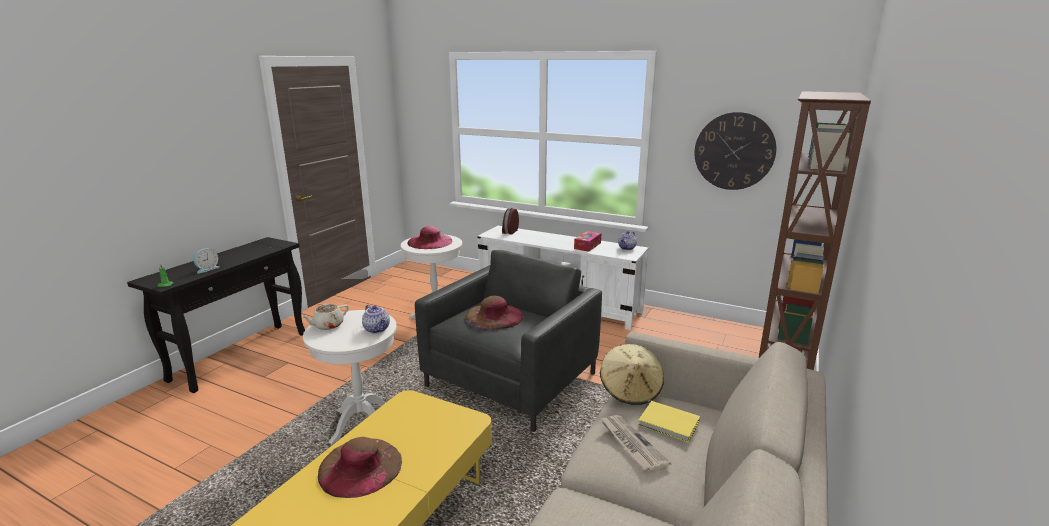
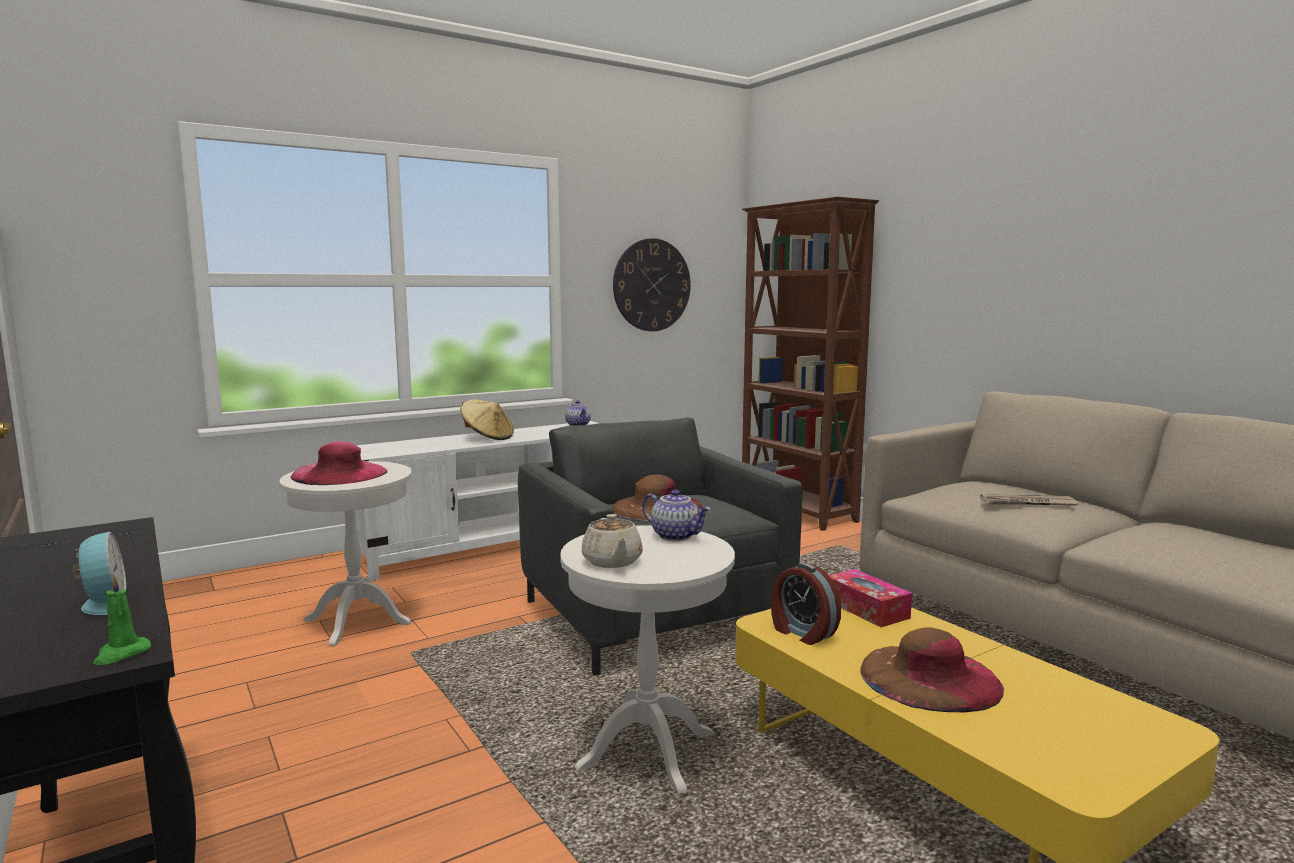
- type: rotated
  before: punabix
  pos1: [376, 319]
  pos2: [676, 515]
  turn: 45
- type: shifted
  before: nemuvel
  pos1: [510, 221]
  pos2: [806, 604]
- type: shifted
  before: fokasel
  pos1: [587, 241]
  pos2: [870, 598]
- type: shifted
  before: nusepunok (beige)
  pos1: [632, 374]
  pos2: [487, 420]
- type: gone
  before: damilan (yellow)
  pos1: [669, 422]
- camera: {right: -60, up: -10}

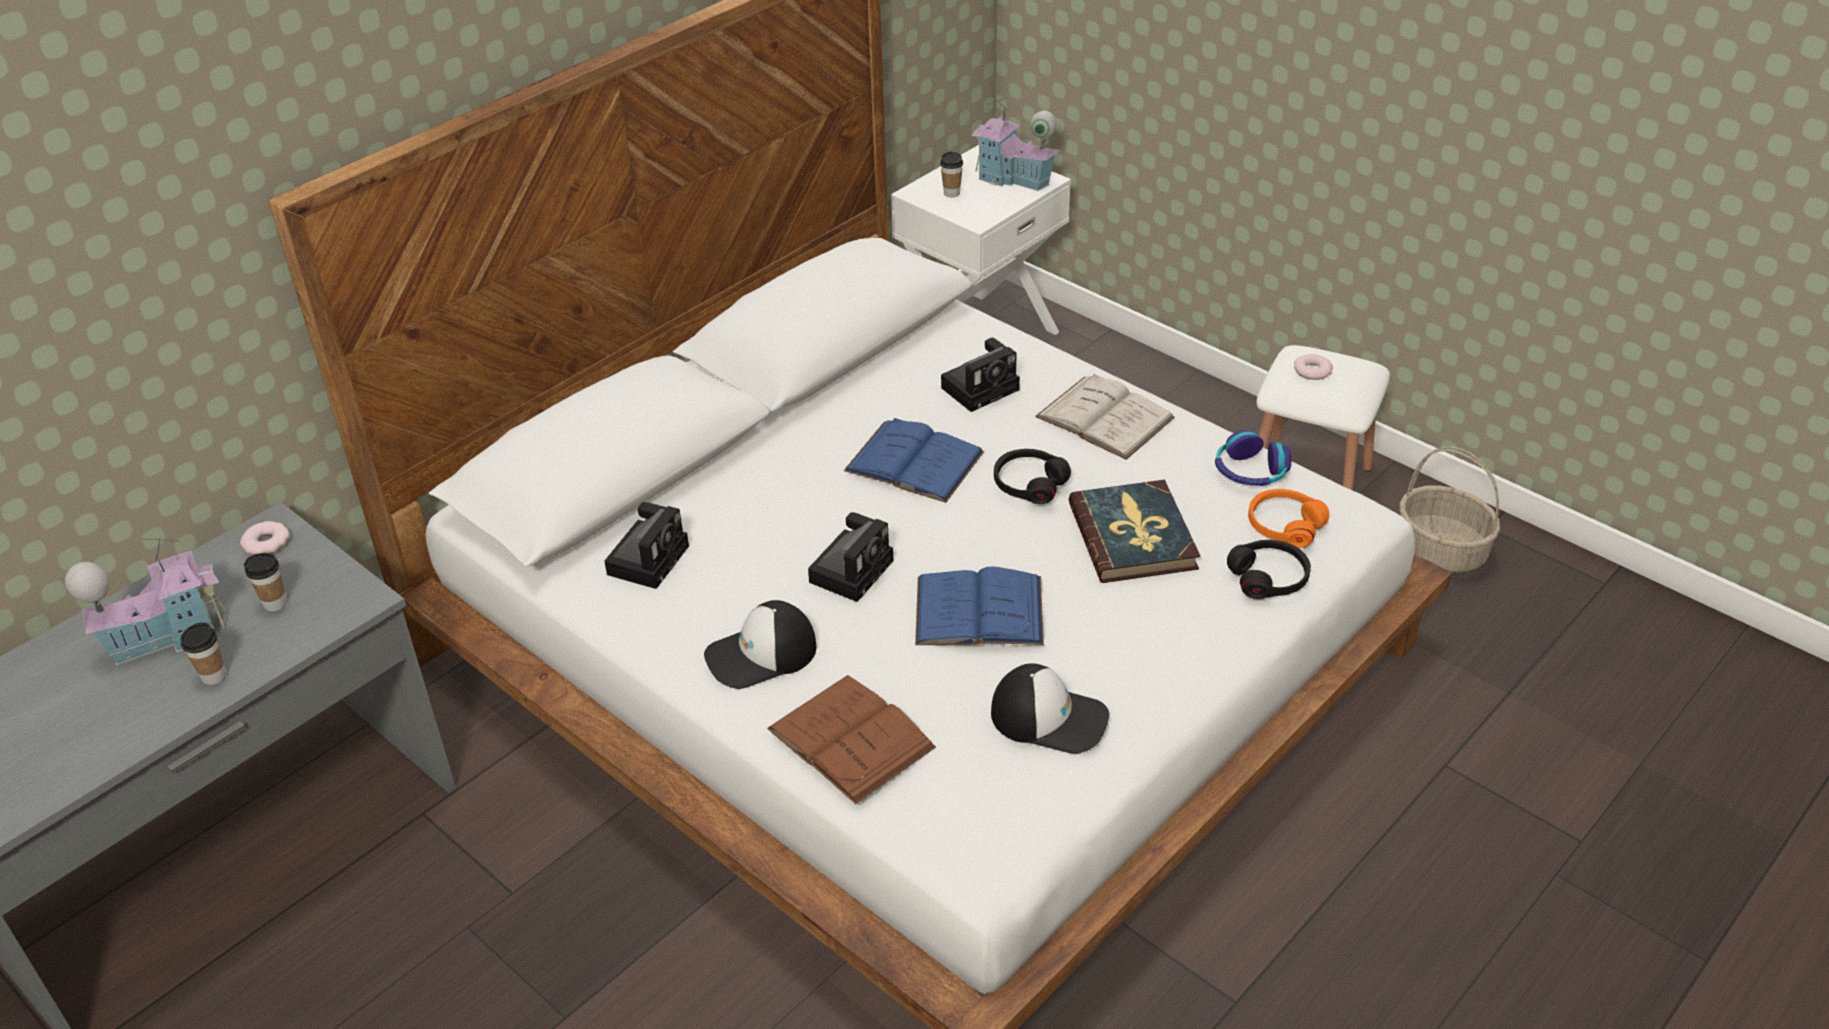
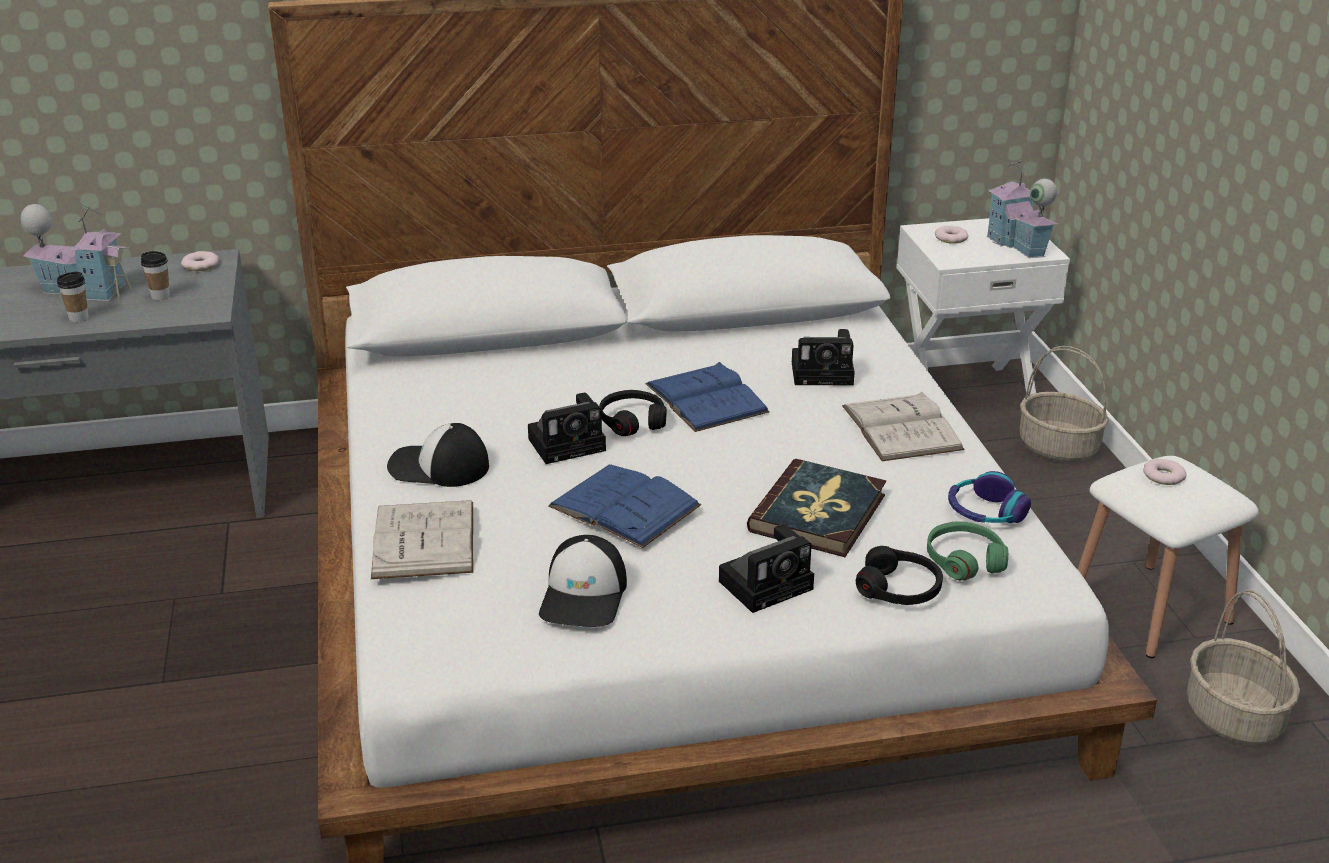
- type: shifted
  before: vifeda
  pos1: [646, 545]
  pos2: [766, 568]
- type: repainted
  before: damilan (brown)
  after: damilan (white)
  pos1: [851, 740]
  pos2: [422, 539]
- type: swapped
  before: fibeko
  after: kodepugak
  pos1: [951, 174]
  pos2: [951, 235]
- type: rotated
  before: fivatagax
  pos1: [1050, 708]
  pos2: [583, 581]
  turn: 45
- type: shifted
  before: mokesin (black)
  pos1: [1032, 476]
  pos2: [633, 413]
- type: repainted
  before: mokesin (orange)
  after: mokesin (green)
  pos1: [1288, 518]
  pos2: [967, 550]
- type: new
  after: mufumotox
  pos2: [1064, 404]
- camera: {right: 35, up: -10}

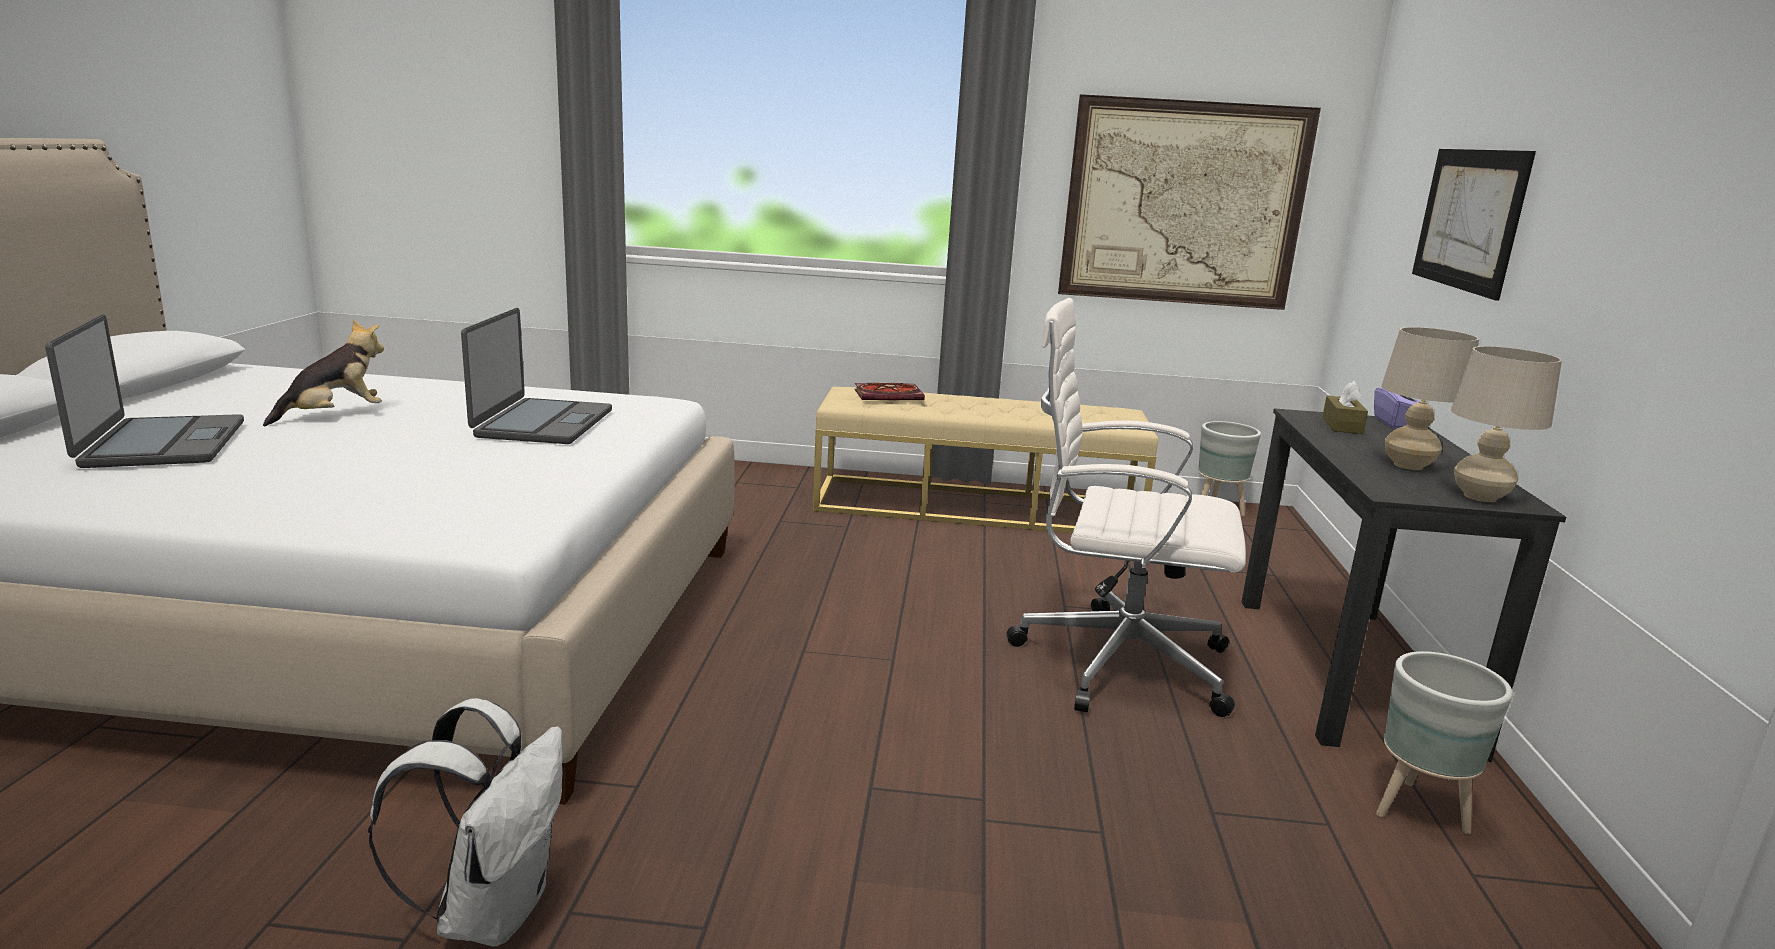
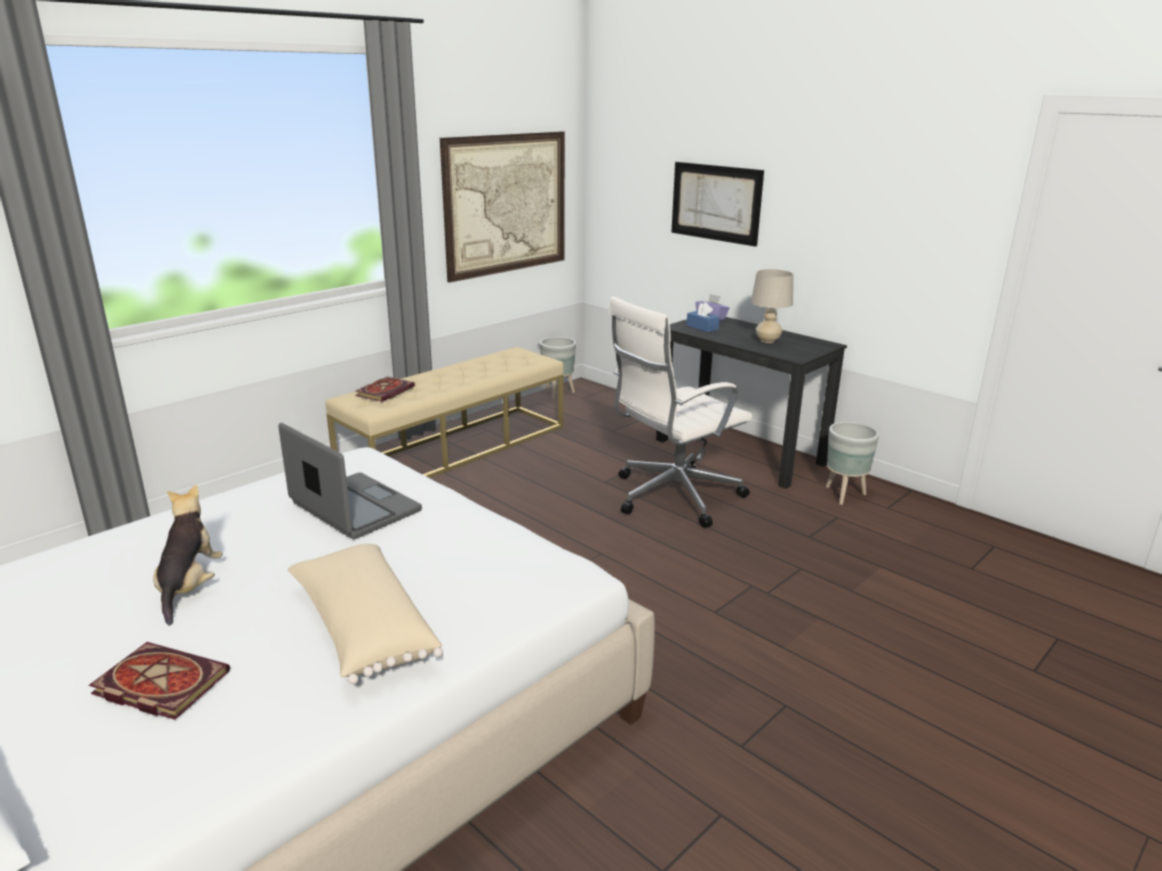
- type: swapped
  before: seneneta
  after: damilan
  pos1: [144, 391]
  pos2: [159, 681]
- type: gone
  before: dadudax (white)
  pos1: [465, 822]
- type: repainted
  before: fokasel (brown)
  after: fokasel (blue)
  pos1: [1345, 407]
  pos2: [703, 317]
- type: gone
  before: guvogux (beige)
  pos1: [1506, 424]
- type: new
  after: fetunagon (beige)
  pos2: [365, 614]
- camera: {right: -50, up: 5}

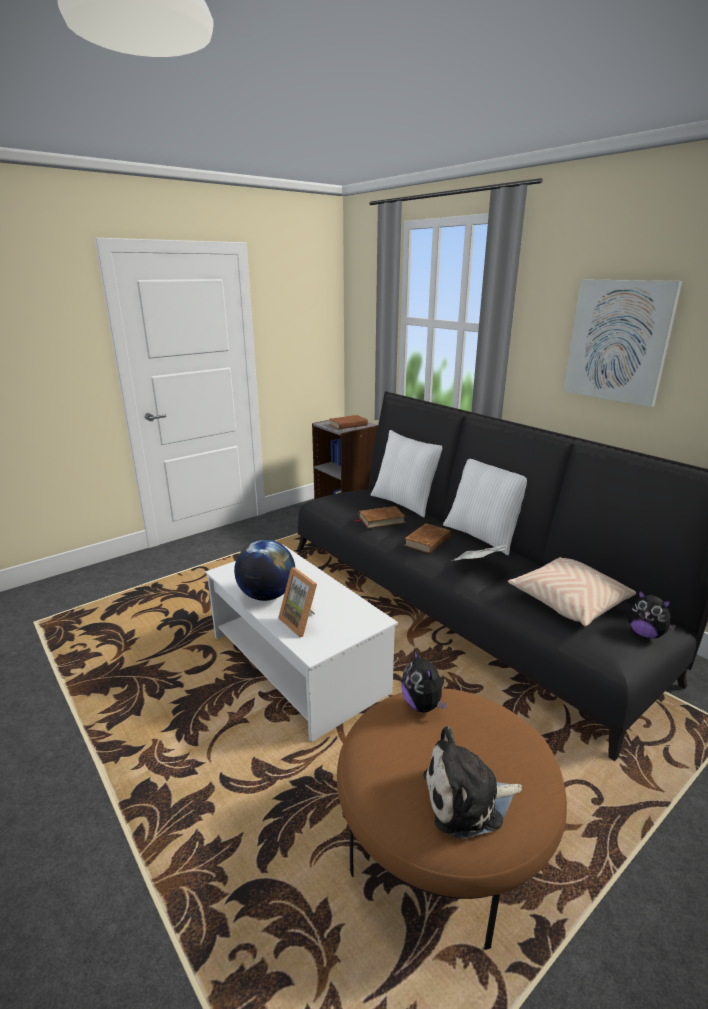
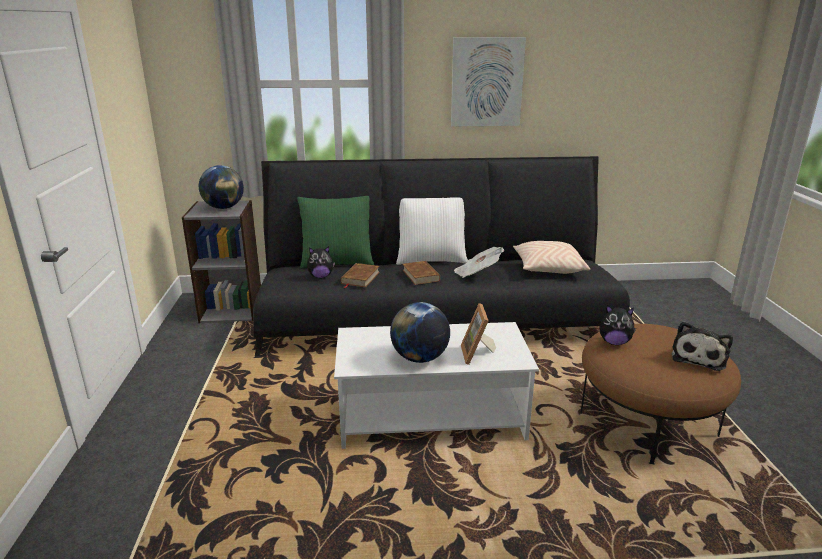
- type: rotated
  before: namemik
  pos1: [297, 602]
  pos2: [478, 334]
  turn: 90
- type: swapped
  before: damilan (brown)
  after: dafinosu
  pos1: [349, 422]
  pos2: [221, 187]
- type: repainted
  before: fetunagon (white)
  after: fetunagon (green)
  pos1: [406, 473]
  pos2: [335, 232]
- type: shifted
  before: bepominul
  pos1: [652, 614]
  pos2: [321, 262]
- camera: {right: -55, up: 0}

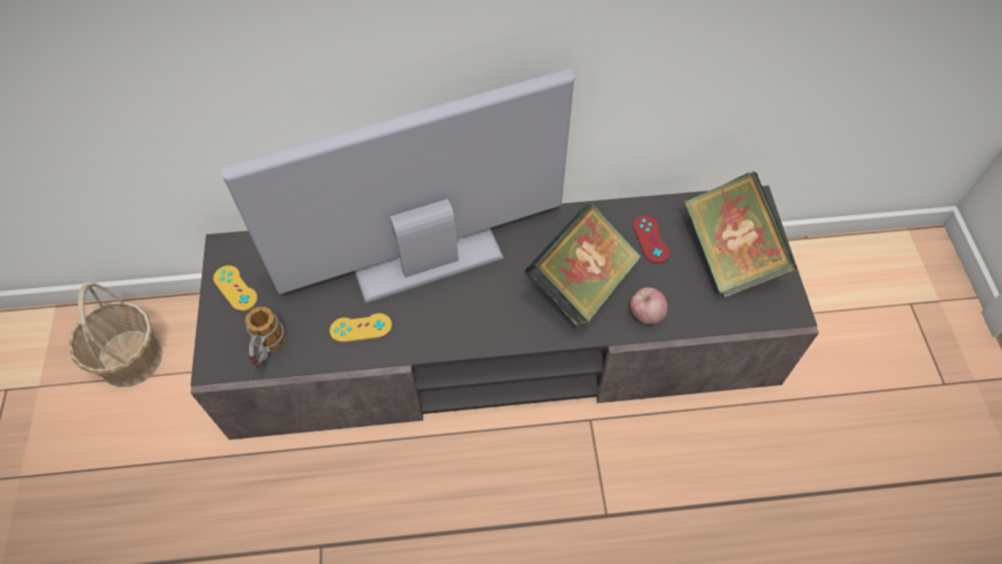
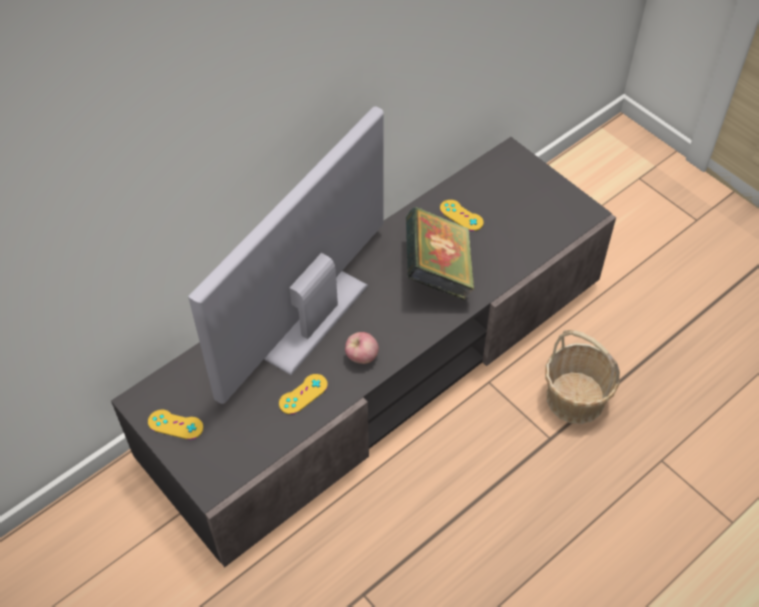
- type: shifted
  before: mufumotox
  pos1: [115, 335]
  pos2: [582, 377]
- type: gone
  before: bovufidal
  pos1: [265, 338]
- type: shifted
  before: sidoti
  pos1: [649, 306]
  pos2: [362, 348]
- type: repainted
  before: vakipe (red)
  after: vakipe (yellow)
  pos1: [651, 239]
  pos2: [462, 215]
- type: gone
  before: damilan
  pos1: [740, 234]
- camera: {right: -35, up: -5}

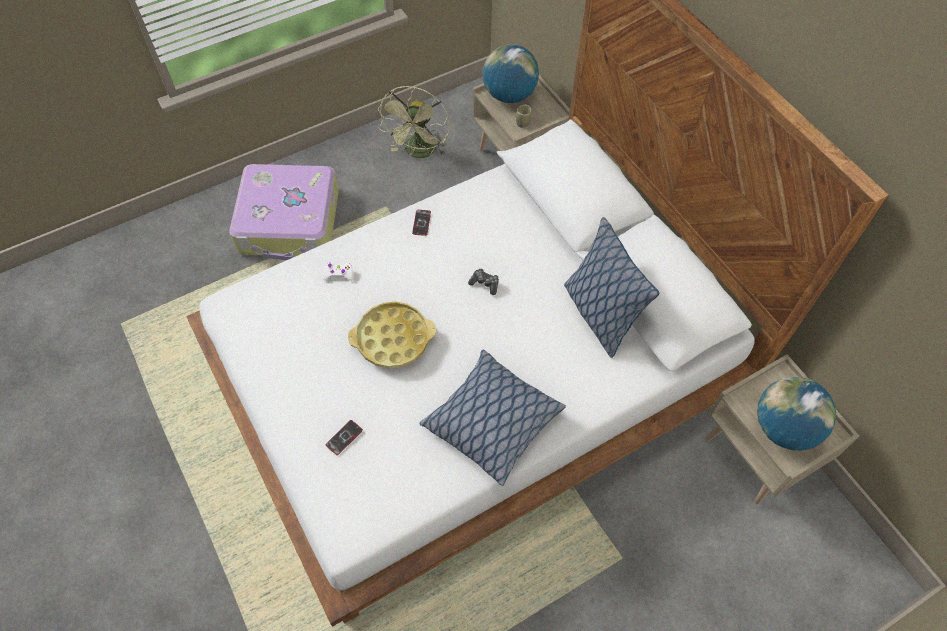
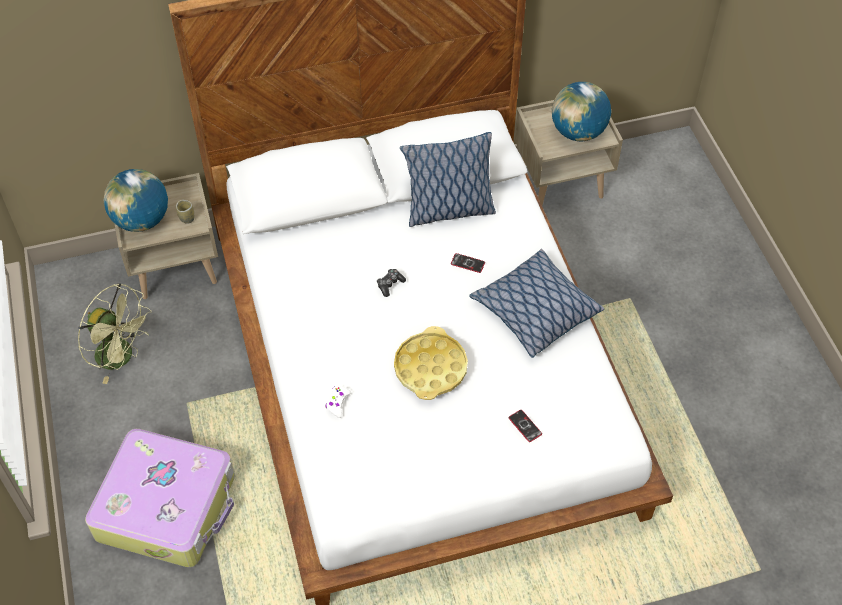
- type: shifted
  before: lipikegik
  pos1: [421, 223]
  pos2: [468, 263]
- camera: {right: -75, up: -5}

